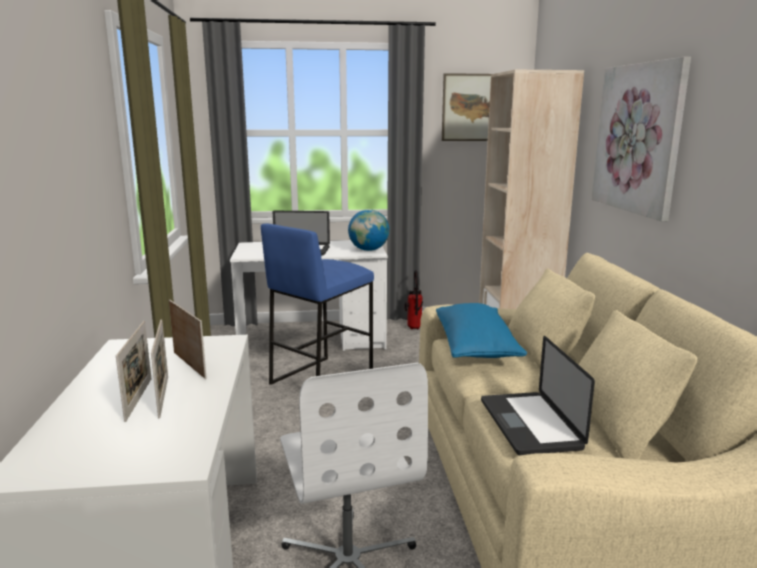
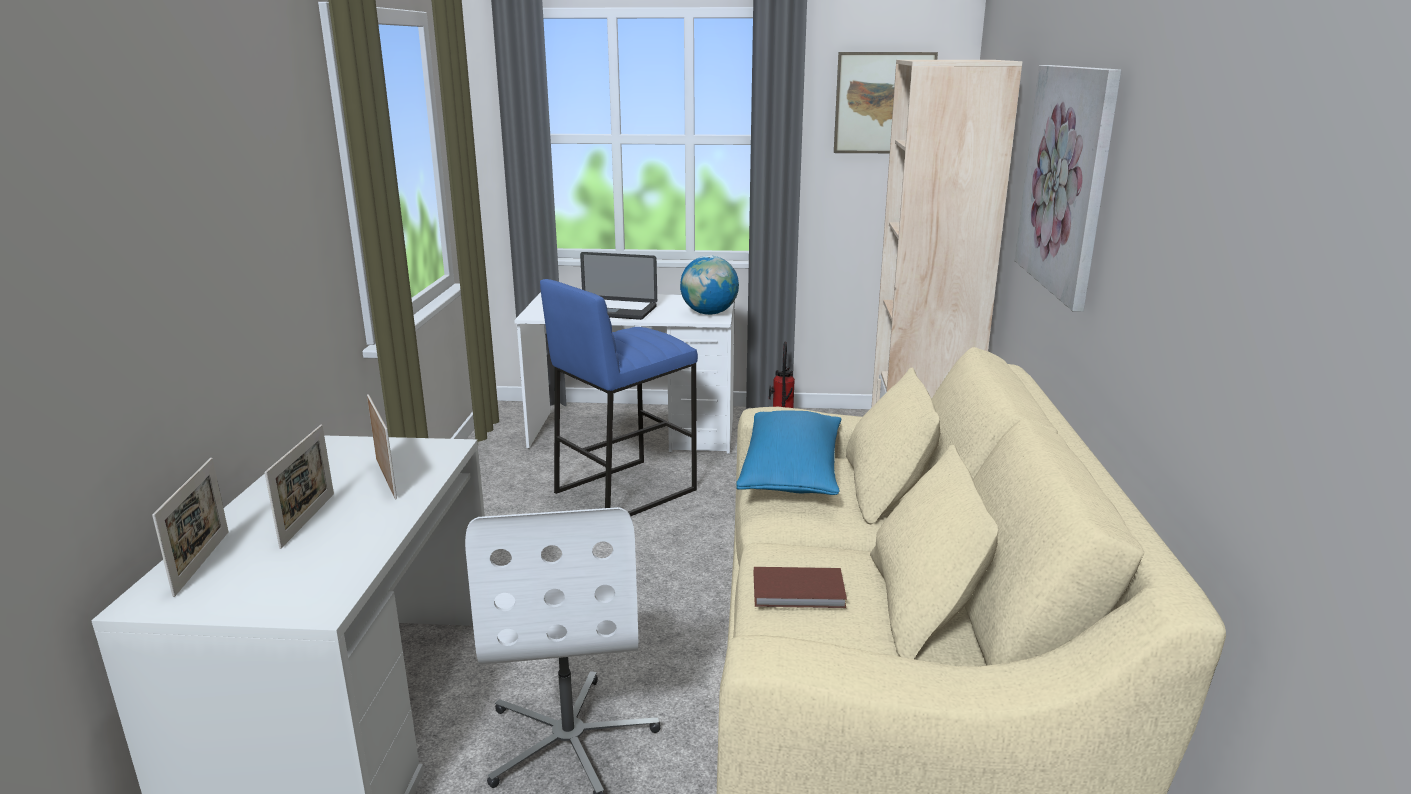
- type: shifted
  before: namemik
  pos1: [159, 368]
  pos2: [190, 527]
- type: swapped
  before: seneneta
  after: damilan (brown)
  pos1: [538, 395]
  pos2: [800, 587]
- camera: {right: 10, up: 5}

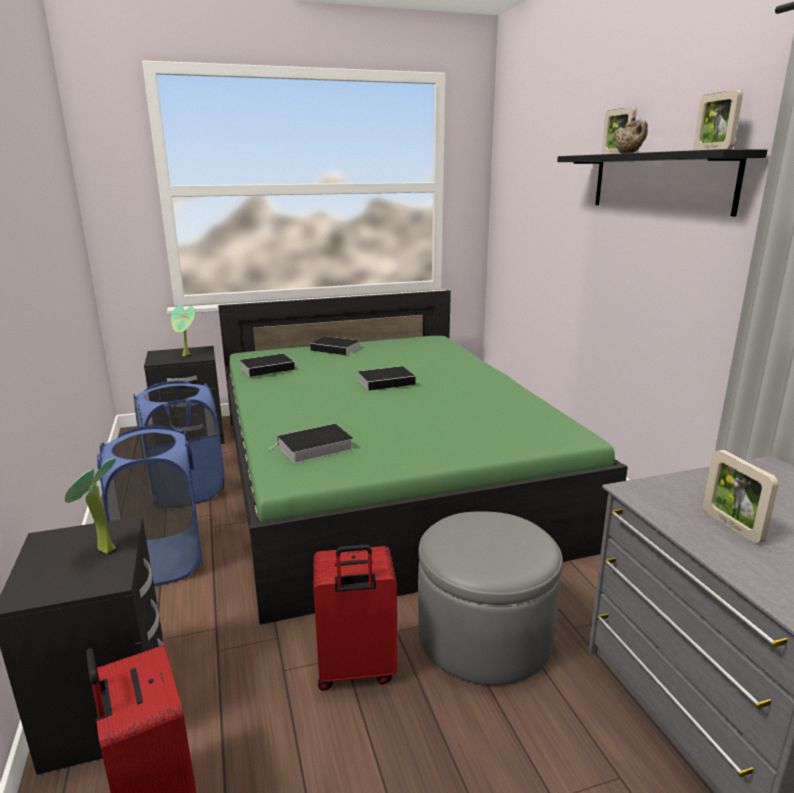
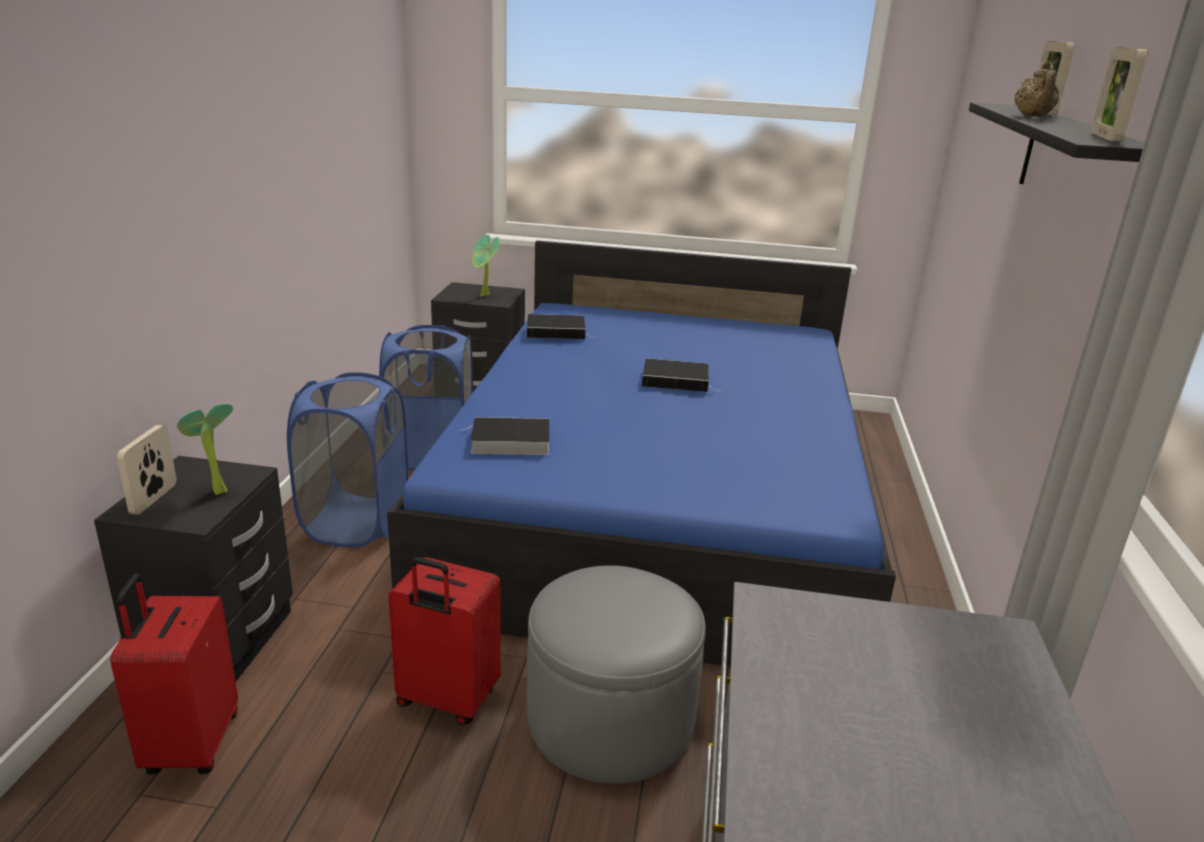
- type: repainted
  before: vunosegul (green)
  after: vunosegul (blue)
  pos1: [423, 457]
  pos2: [641, 453]
- type: gone
  before: damilan
  pos1: [335, 345]
- type: shifted
  before: namemik
  pos1: [741, 497]
  pos2: [146, 470]
- camera: {right: 25, up: 5}

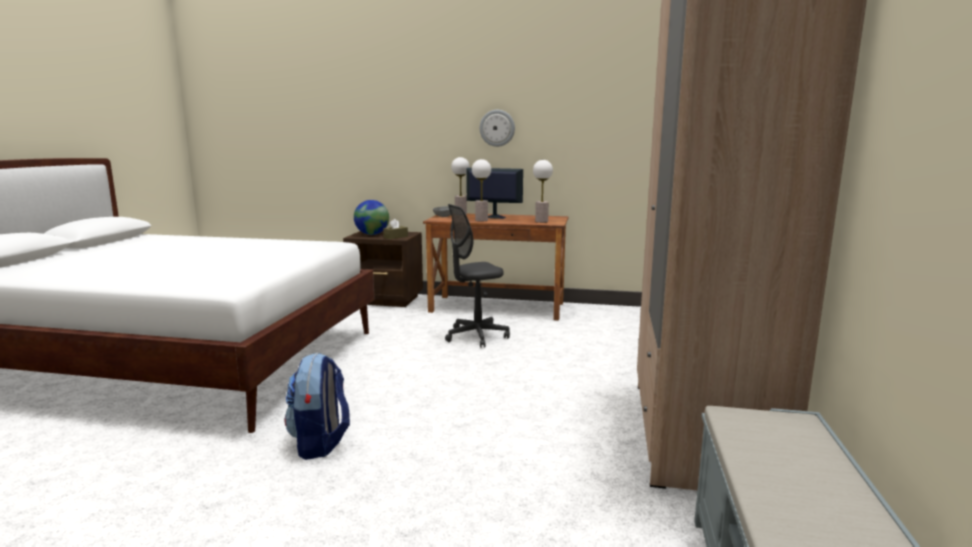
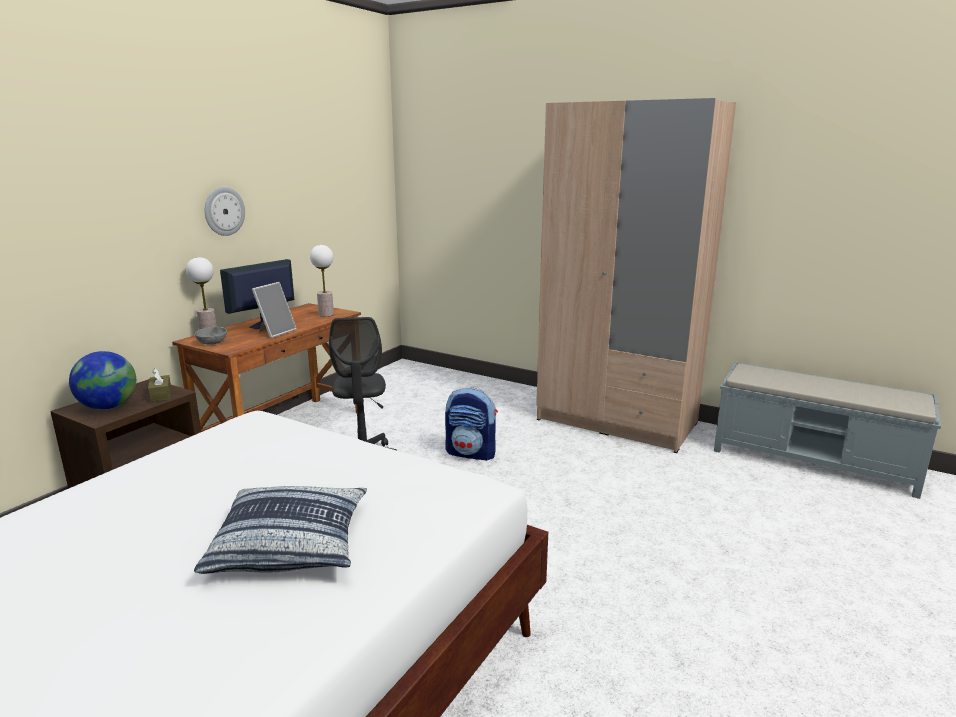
- type: shifted
  before: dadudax
  pos1: [317, 406]
  pos2: [471, 424]
- type: swapped
  before: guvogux
  after: namemik
  pos1: [481, 190]
  pos2: [274, 310]
- type: new
  after: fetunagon
  pos2: [280, 530]
- camera: {right: -70, up: 5}

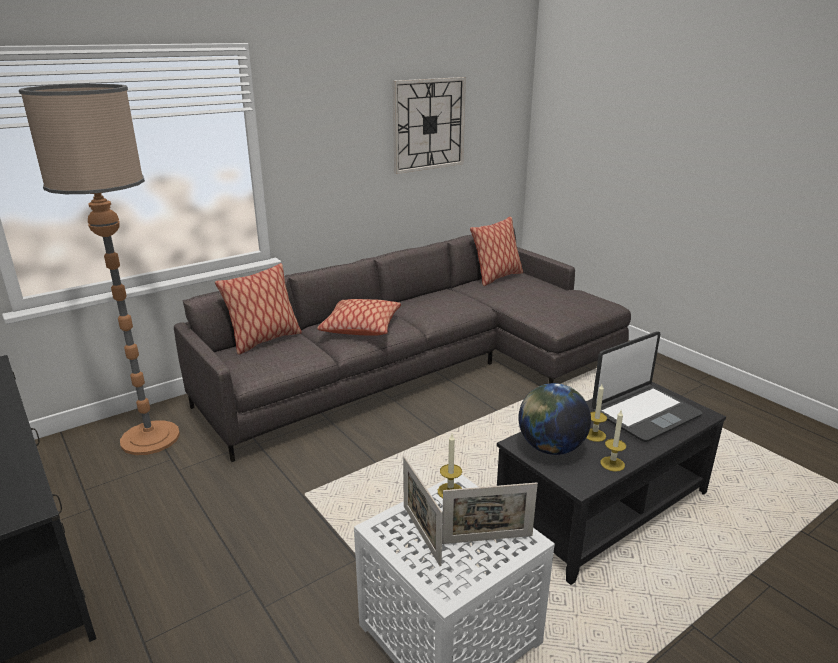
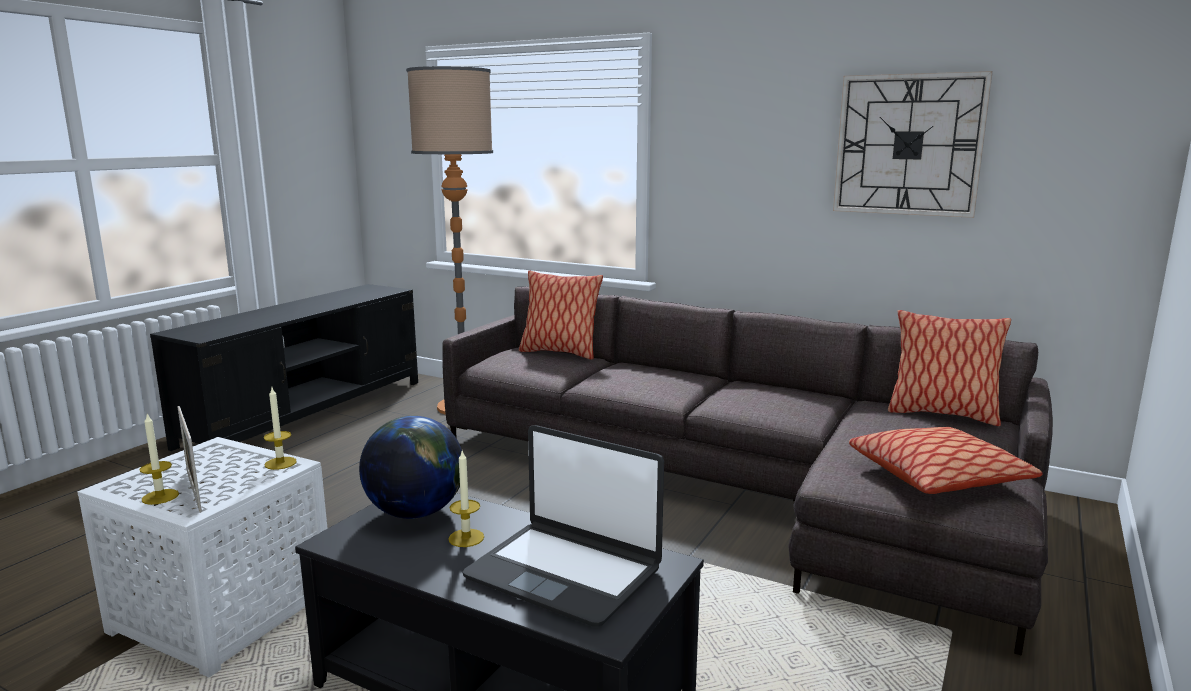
- type: shifted
  before: fetunagon
  pos1: [359, 317]
  pos2: [946, 460]
- type: gone
  before: namemik
  pos1: [423, 511]
- type: shifted
  before: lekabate
  pos1: [613, 441]
  pos2: [159, 459]
- camera: {right: 65, up: -10}

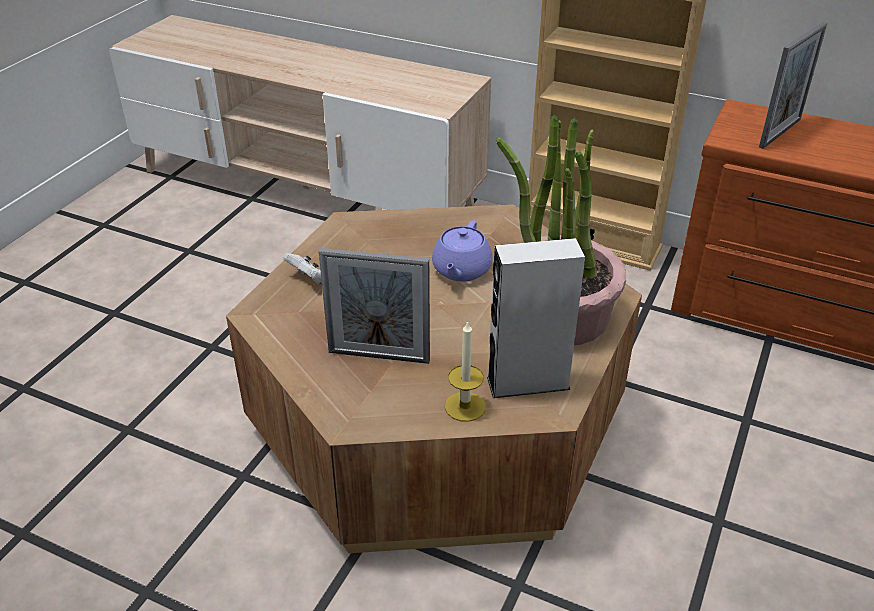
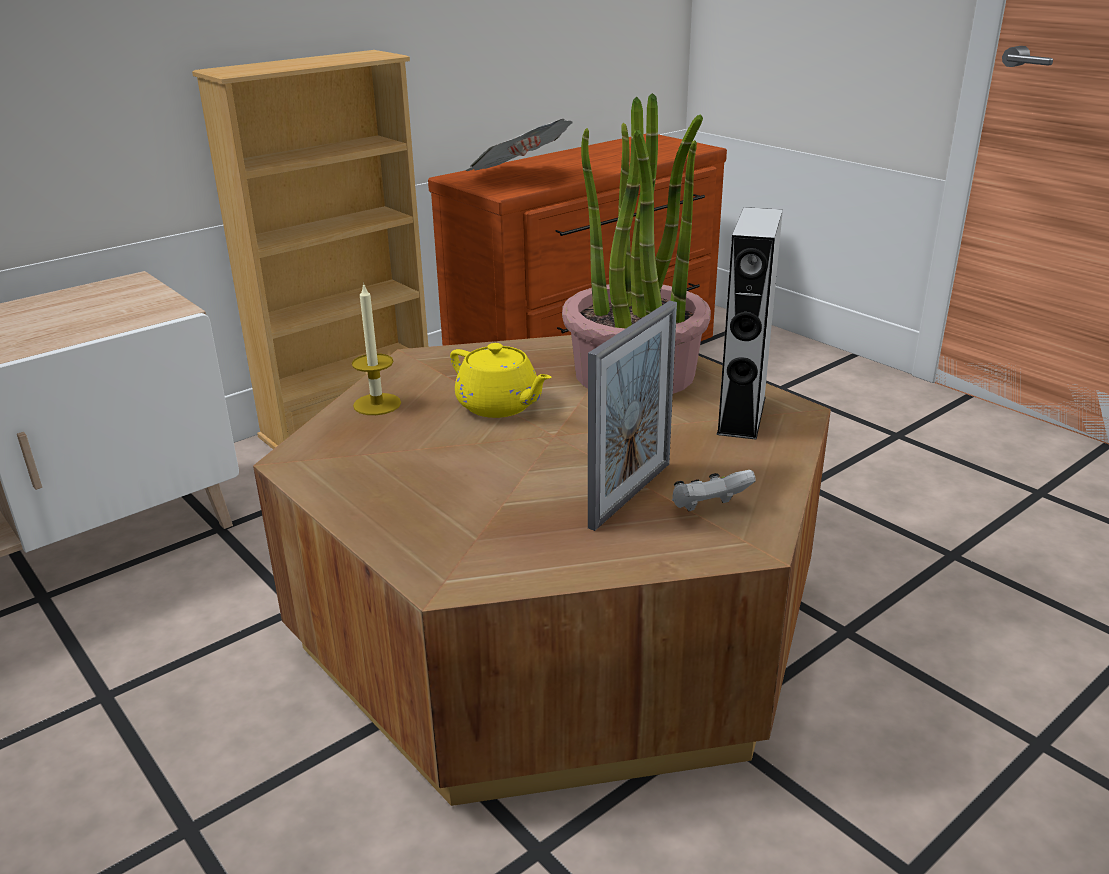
- type: shifted
  before: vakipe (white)
  pos1: [302, 269]
  pos2: [714, 490]
- type: repainted
  before: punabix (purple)
  after: punabix (yellow)
  pos1: [462, 251]
  pos2: [500, 380]
- type: shifted
  before: lekabate
  pos1: [465, 371]
  pos2: [376, 349]
- type: swapped
  before: namemik
  after: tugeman
  pos1: [793, 85]
  pos2: [519, 145]
- camera: {right: -65, up: -10}

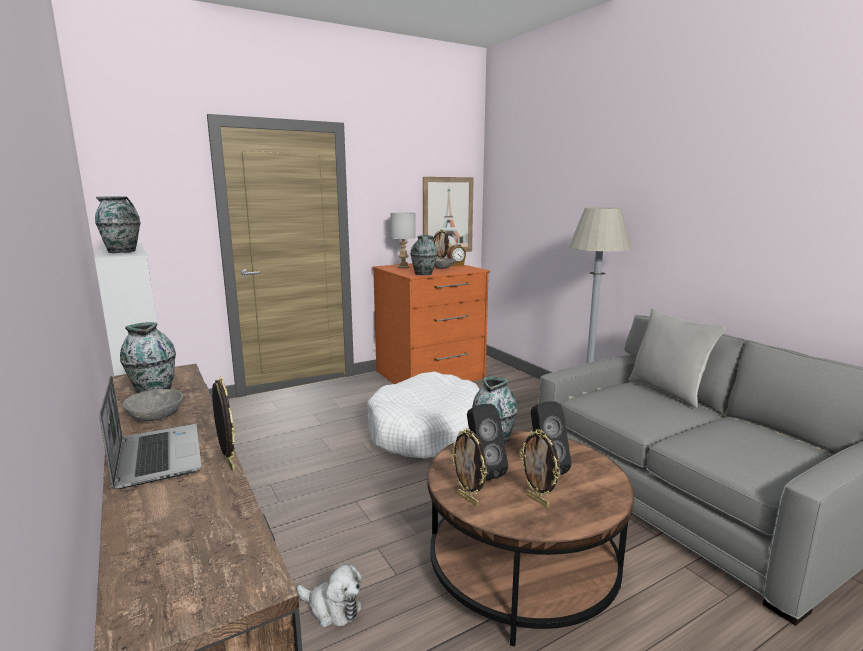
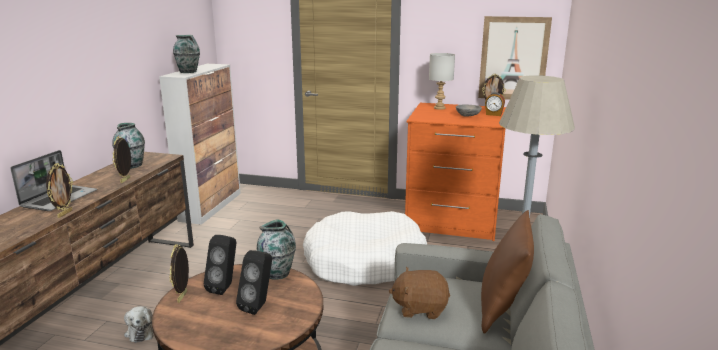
- type: gone
  before: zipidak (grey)
  pos1: [152, 405]
- type: gone
  before: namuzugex
  pos1: [424, 255]
- type: shifted
  before: namemik
  pos1: [539, 468]
  pos2: [122, 159]
- type: repainted
  before: fetunagon (grey)
  after: fetunagon (brown)
  pos1: [677, 358]
  pos2: [507, 271]
- type: new
  after: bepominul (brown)
  pos2: [419, 293]
- camera: {right: 45, up: 5}

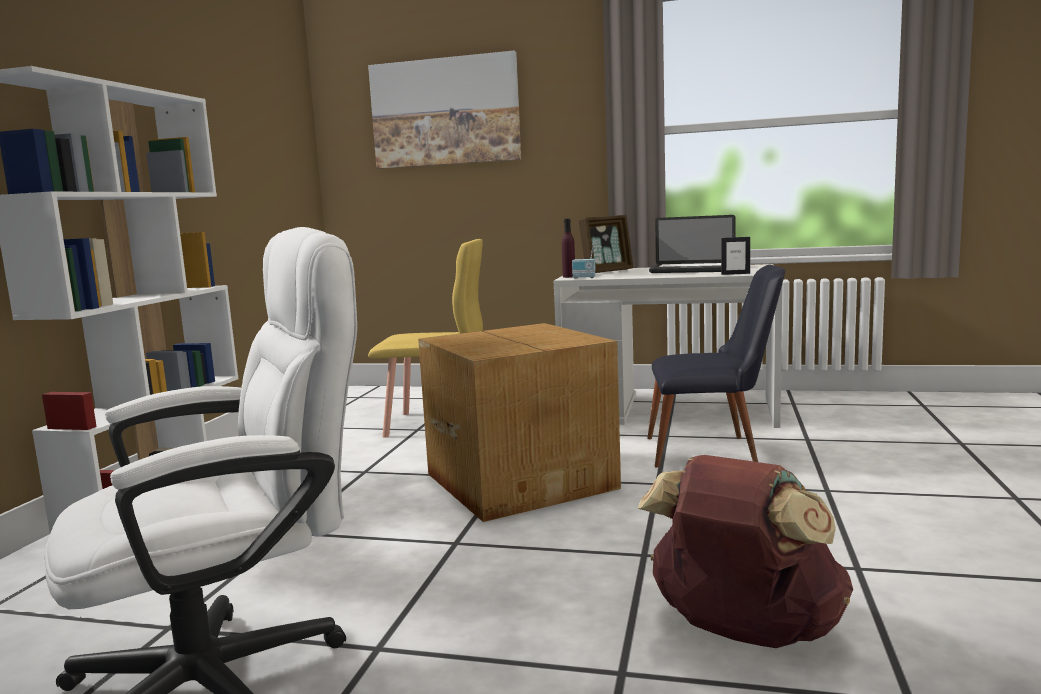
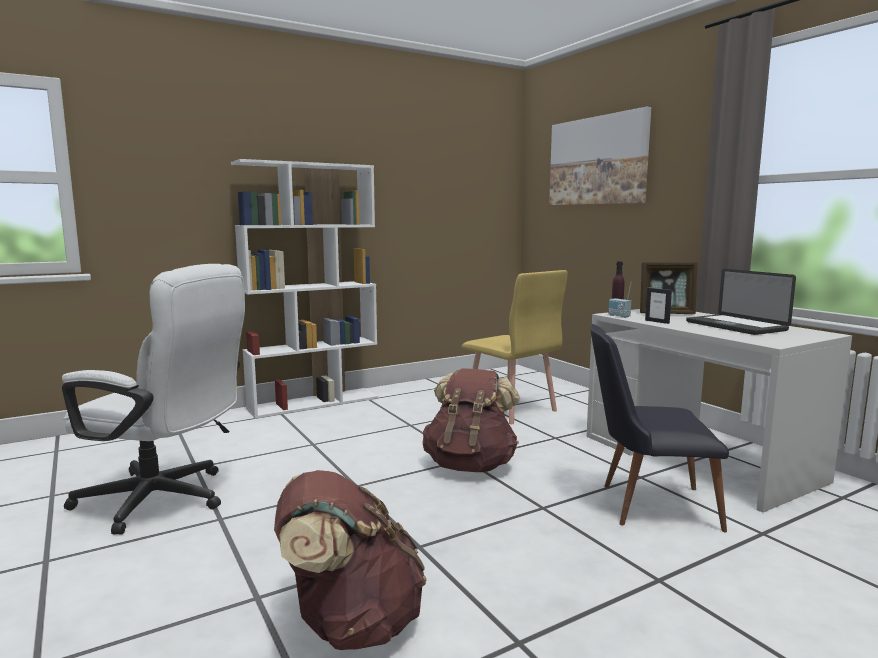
- type: swapped
  before: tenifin
  after: dadudax (brown)
  pos1: [519, 422]
  pos2: [471, 420]
- type: rotated
  before: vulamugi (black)
  pos1: [716, 366]
  pos2: [659, 428]
  turn: 135
- type: shifted
  before: namemik
  pos1: [735, 256]
  pos2: [658, 306]
- camera: {right: 45, up: 0}

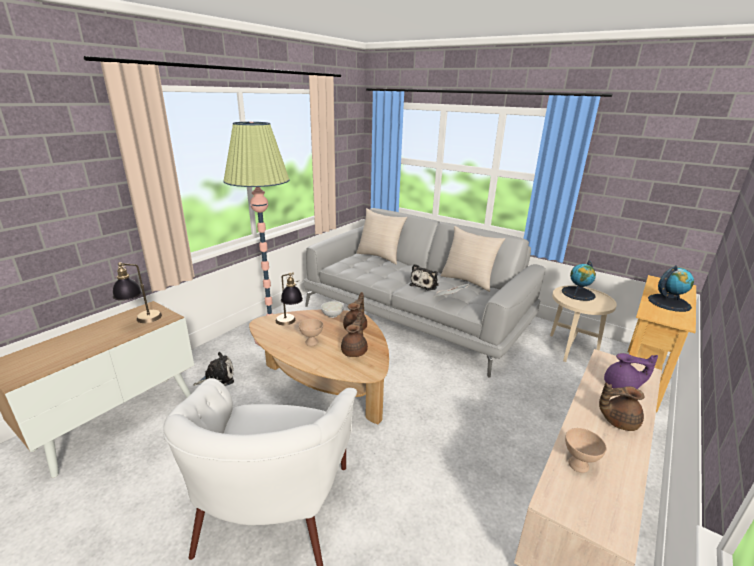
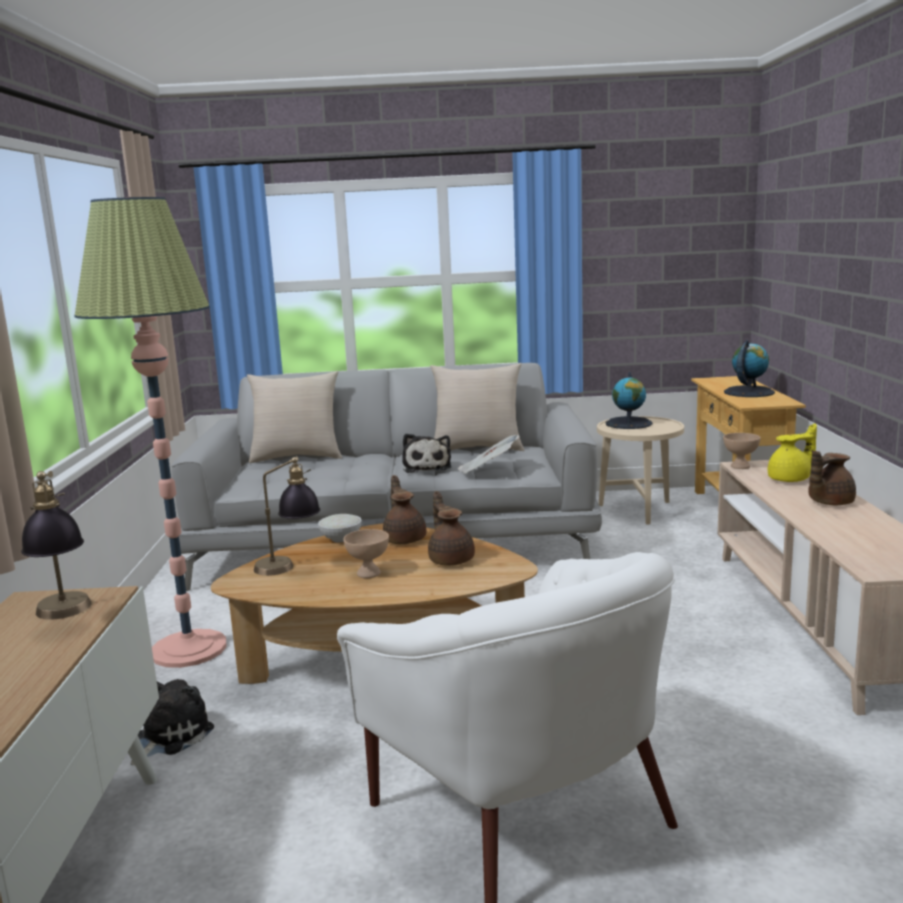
- type: shifted
  before: zipidak (beige)
  pos1: [586, 450]
  pos2: [742, 451]
- type: repainted
  before: punabix (purple)
  after: punabix (yellow)
  pos1: [631, 371]
  pos2: [792, 452]
- camera: {right: -35, up: -10}

